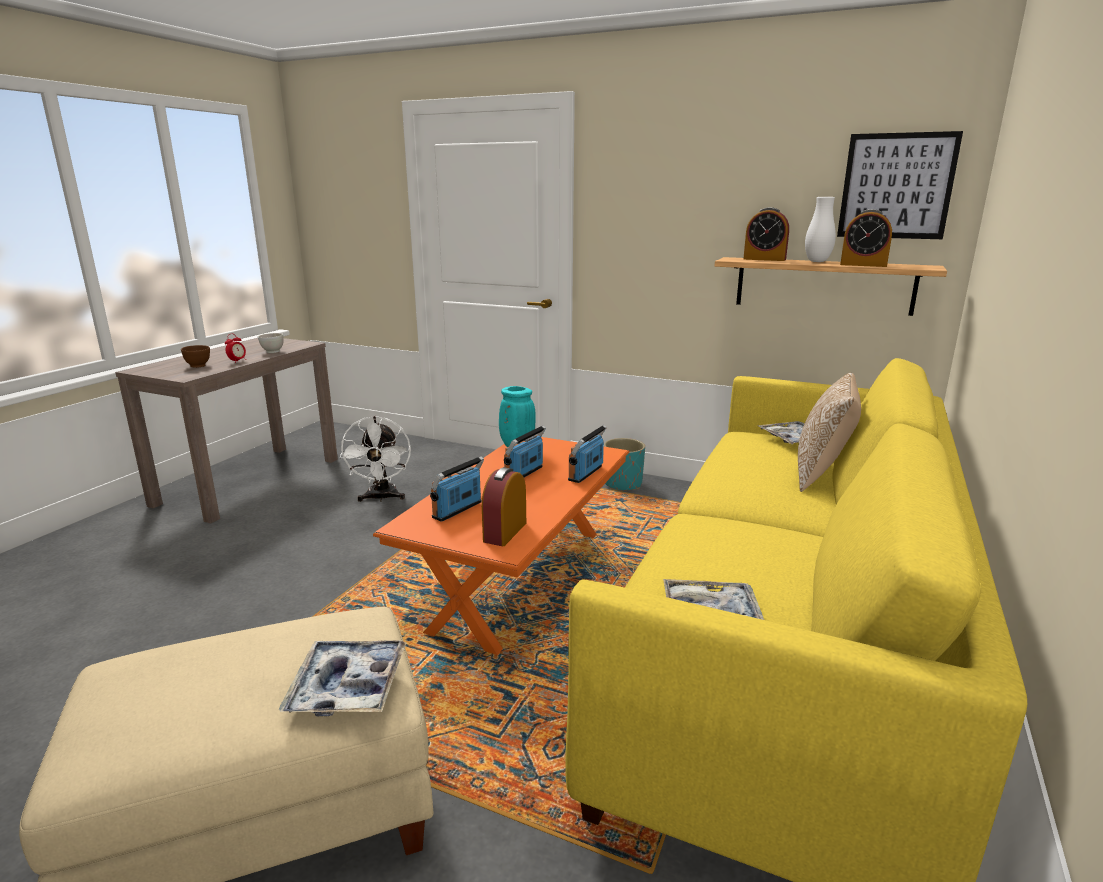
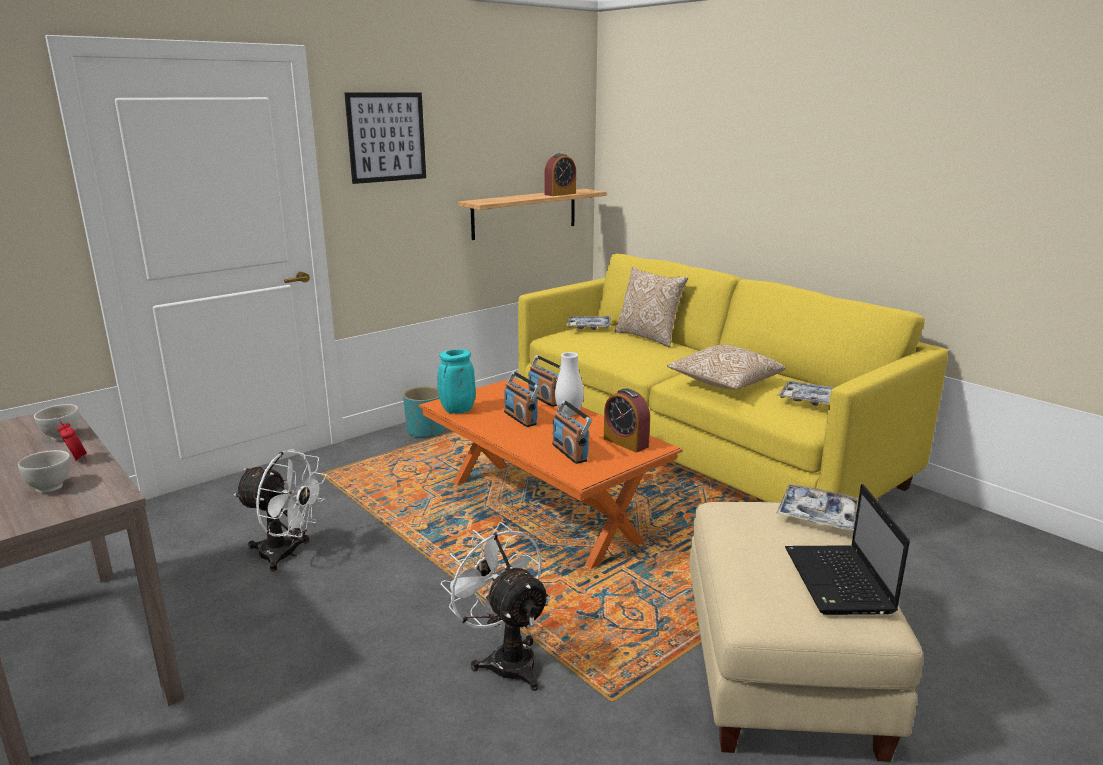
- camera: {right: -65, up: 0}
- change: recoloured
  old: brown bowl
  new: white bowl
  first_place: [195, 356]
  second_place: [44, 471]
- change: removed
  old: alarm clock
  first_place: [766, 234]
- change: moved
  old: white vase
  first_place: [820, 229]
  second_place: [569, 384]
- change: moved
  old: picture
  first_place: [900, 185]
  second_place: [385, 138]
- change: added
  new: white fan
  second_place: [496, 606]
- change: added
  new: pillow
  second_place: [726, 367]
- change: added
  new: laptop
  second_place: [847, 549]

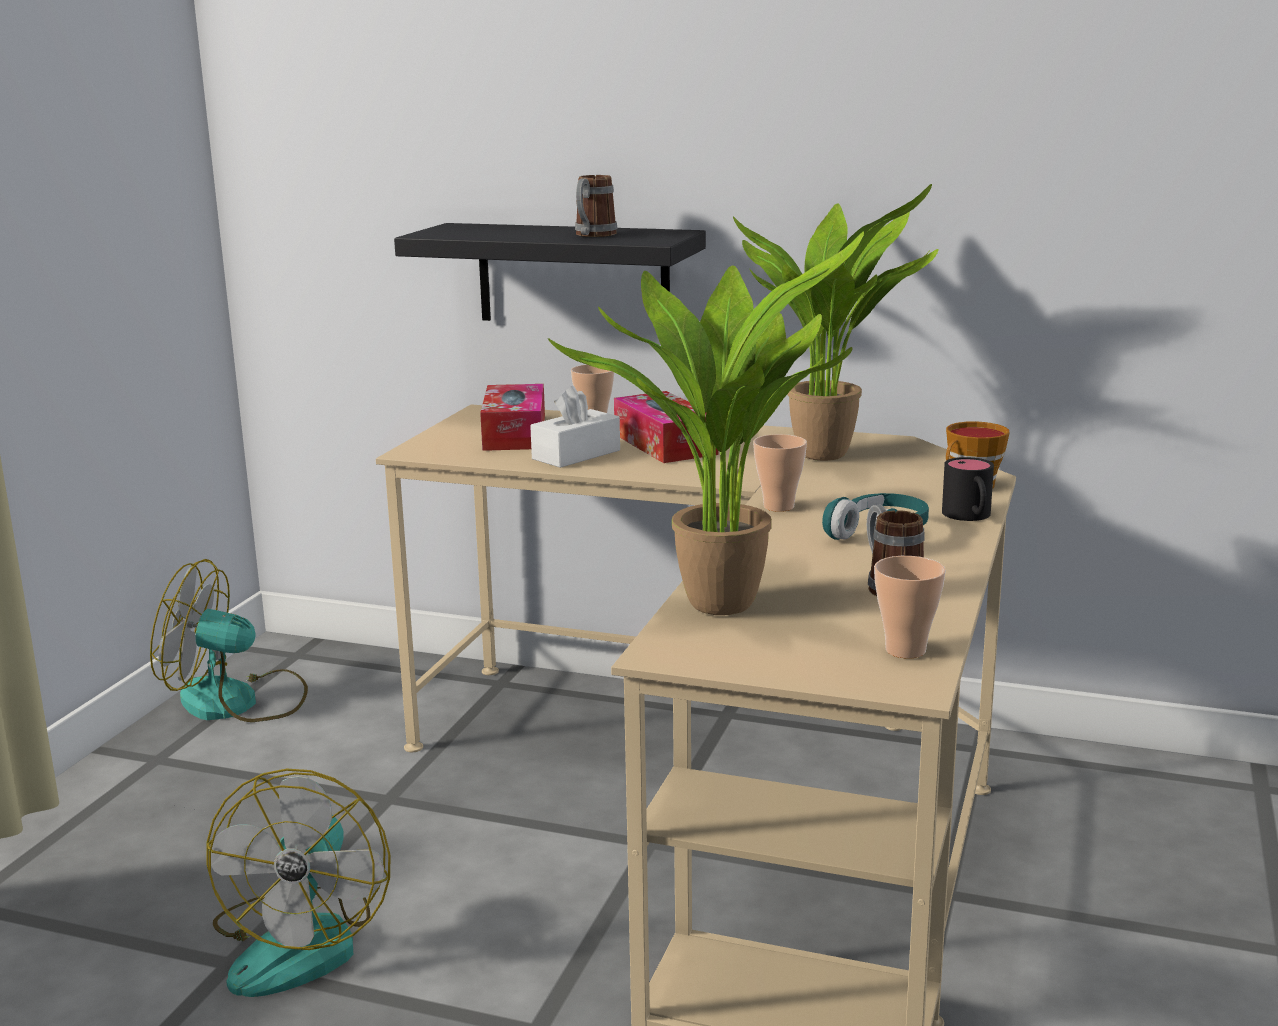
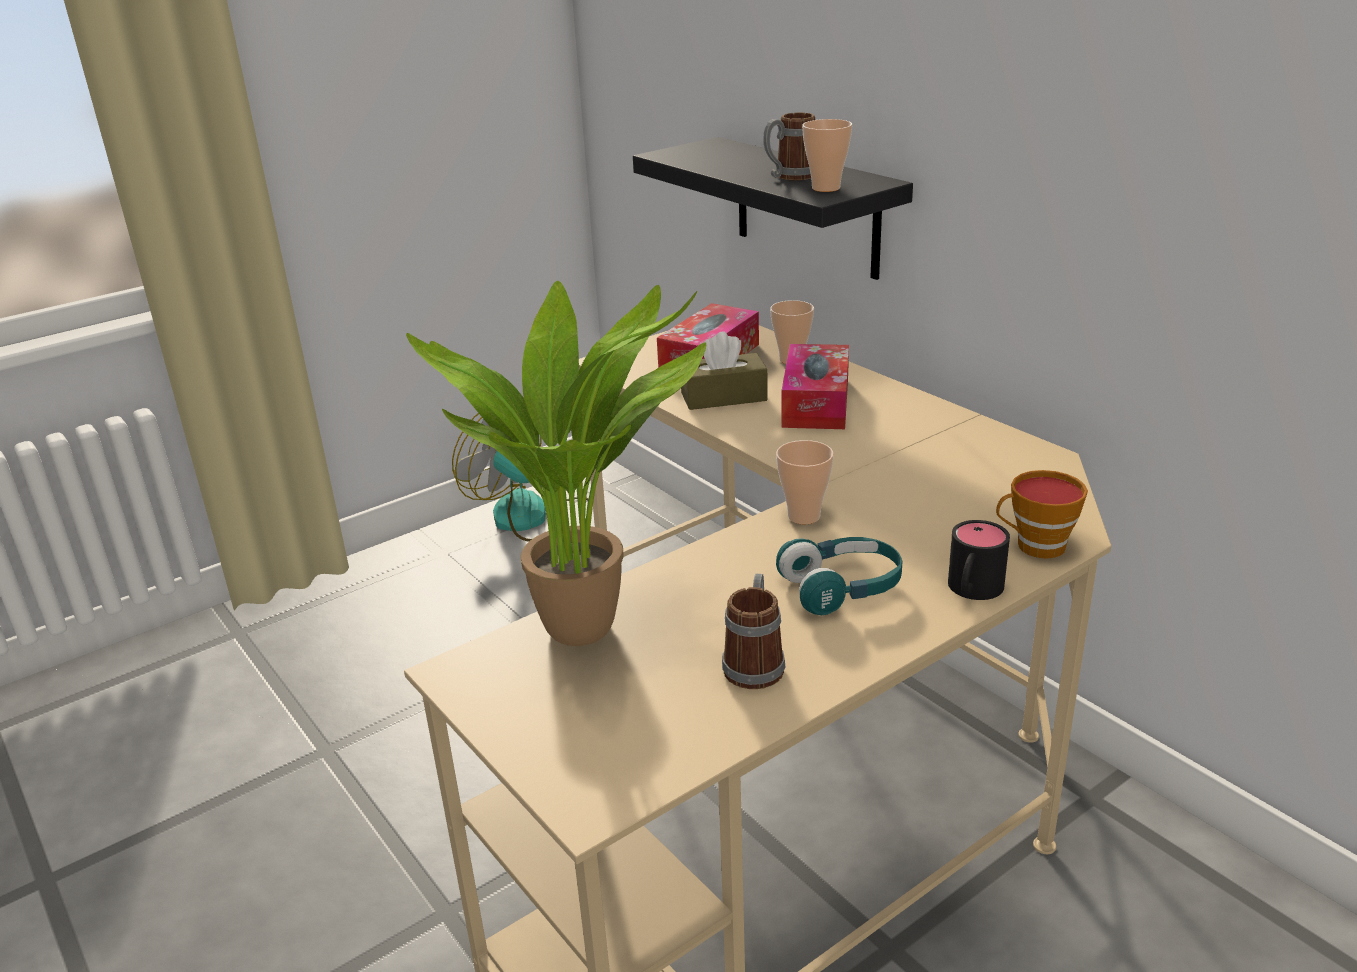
- camera: {right: 35, up: 10}
- change: removed
  old: fan
  first_place: [299, 883]
- change: recoloured
  old: white tissue box
  new: brown tissue box
  first_place: [575, 427]
  second_place: [724, 370]
- change: removed
  old: potted plant
  first_place: [836, 322]
- change: moved
  old: cup
  first_place: [910, 607]
  second_place: [827, 155]

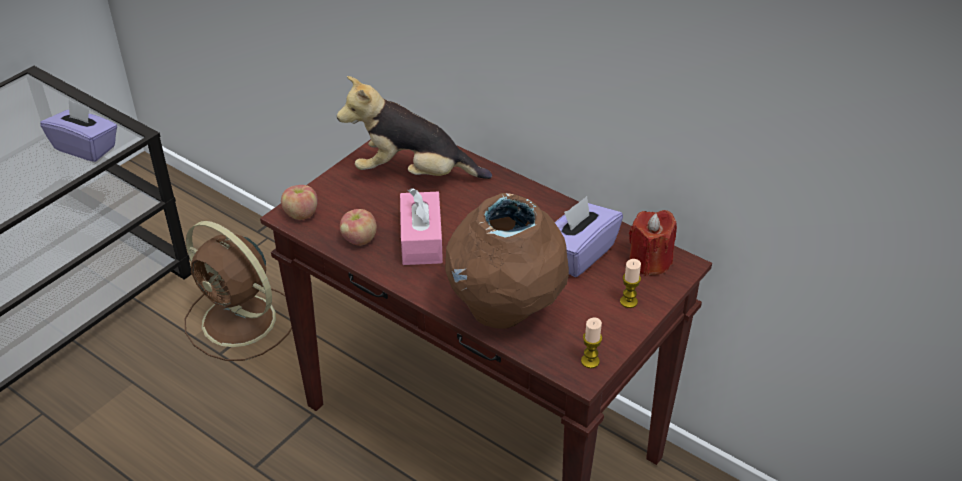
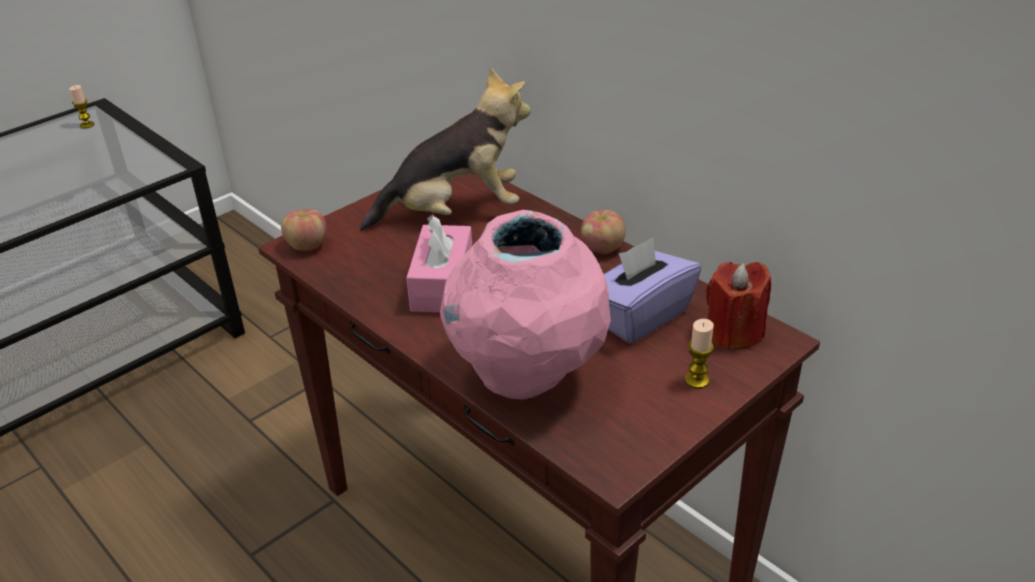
- camera: {right: 10, up: -5}
- change: removed
  old: purple tissue box
  first_place: [78, 131]
- change: removed
  old: brown fan
  first_place: [238, 291]
- change: turned
  old: plush toy
  first_place: [414, 127]
  second_place: [445, 149]
  degrees: 150
- change: moved
  old: apple
  first_place: [358, 227]
  second_place: [603, 232]
- change: recoloured
  old: brown vase
  new: pink vase
  first_place: [507, 261]
  second_place: [525, 304]
- change: moved
  old: candle
  first_place: [591, 343]
  second_place: [81, 107]

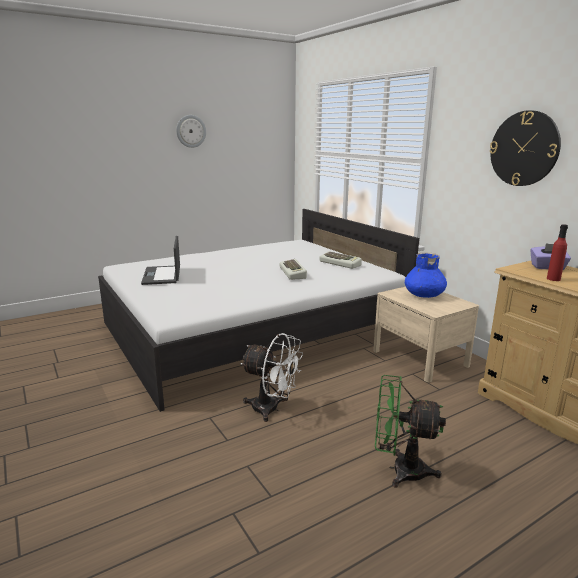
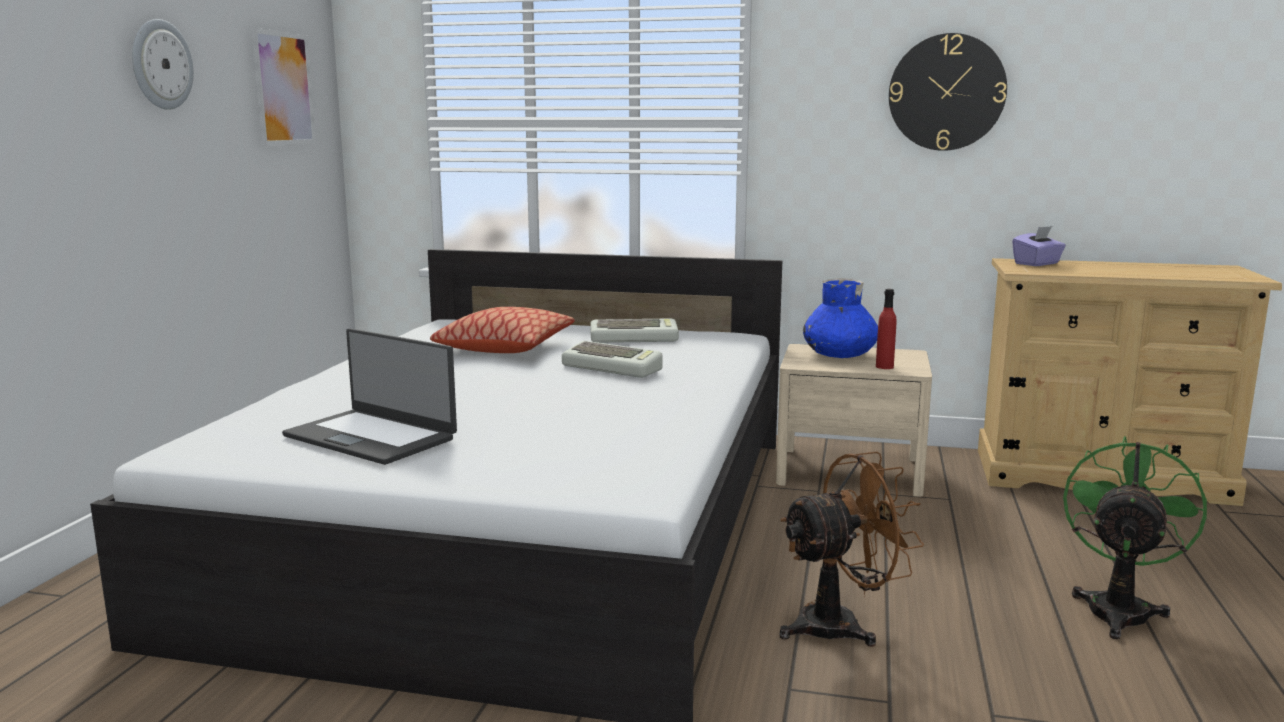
- camera: {right: -45, up: -5}
- change: recoloured
  old: white fan
  new: brown fan
  first_place: [271, 377]
  second_place: [851, 549]
- change: turned
  old: green fan
  first_place: [410, 431]
  second_place: [1135, 537]
  degrees: 150
- change: moved
  old: red bottle
  first_place: [557, 252]
  second_place: [886, 329]
- change: added
  new: picture
  second_place: [283, 87]
- change: added
  new: pillow
  second_place: [502, 330]

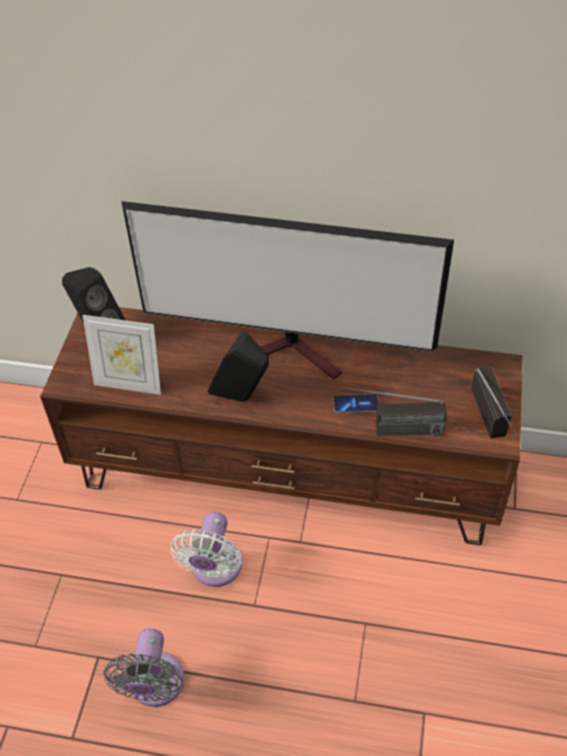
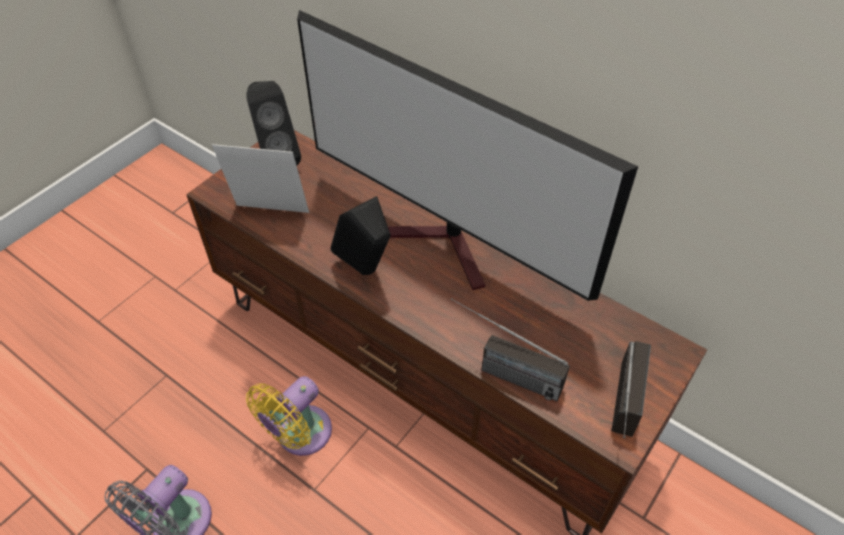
- camera: {right: 25, up: 0}
- change: turned
  old: picture frame
  first_place: [122, 355]
  second_place: [260, 178]
  degrees: 150
- change: recoloured
  old: white fan
  new: yellow fan
  first_place: [206, 549]
  second_place: [289, 416]
- change: removed
  old: phone
  first_place: [356, 403]

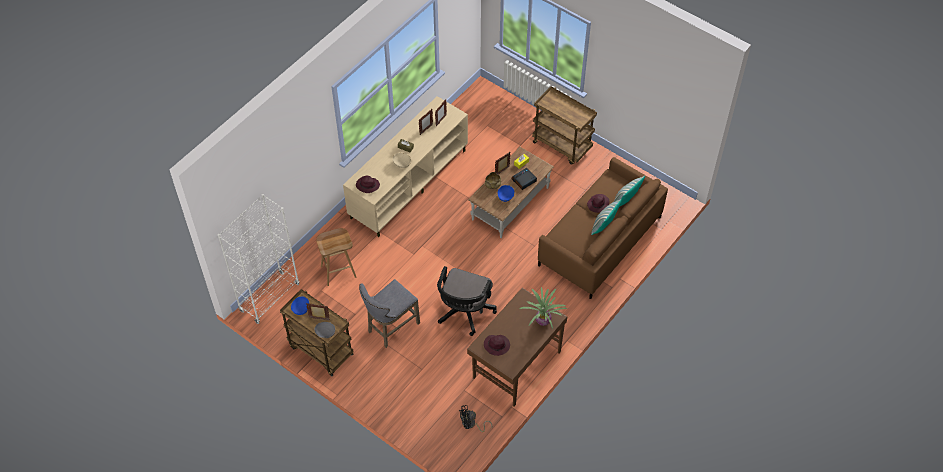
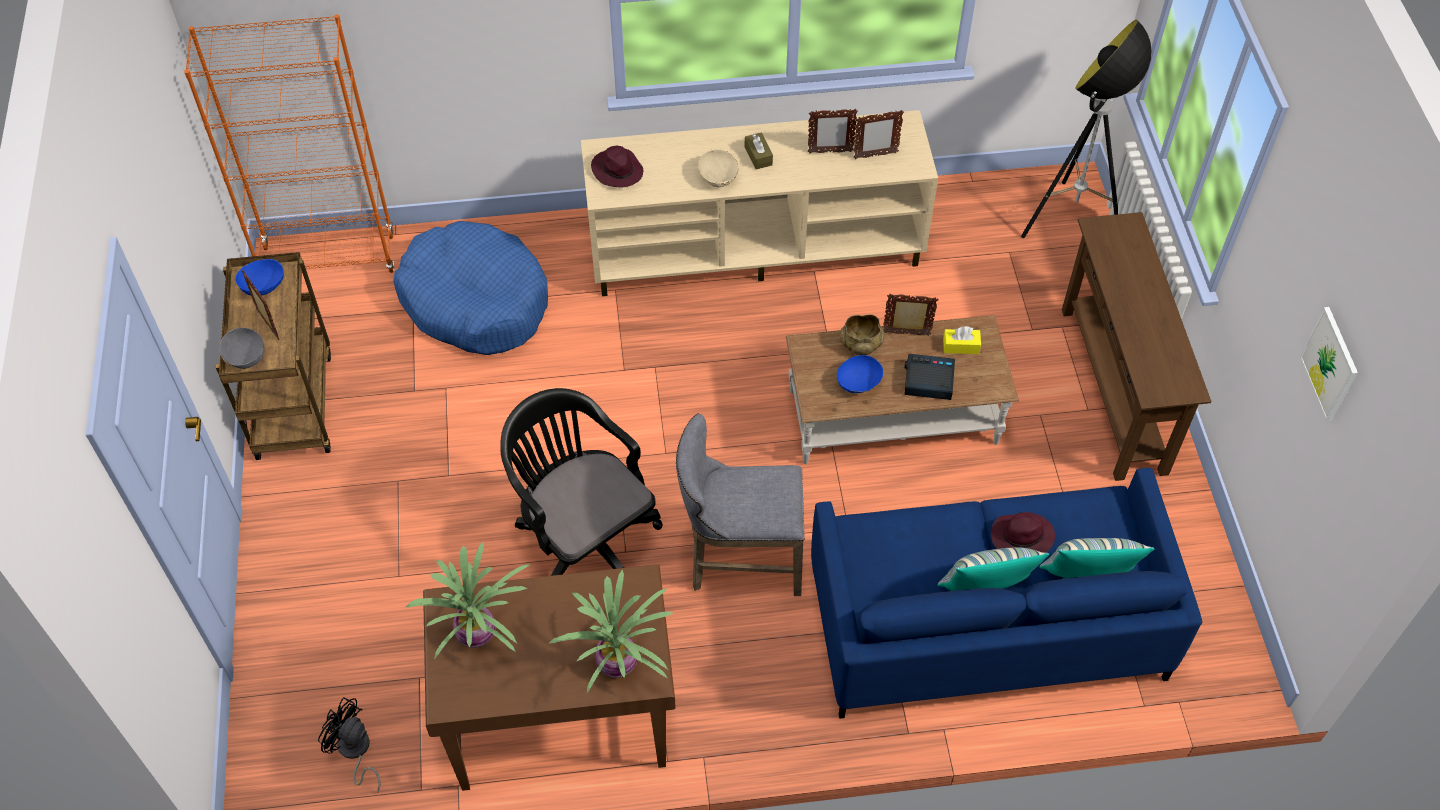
- camera: {right: 45, up: 0}
- change: recoloured
  old: white bookcase
  new: orange bookcase
  first_place: [258, 259]
  second_place: [289, 143]
- change: replaced
  old: brown stool
  new: blue dog bed
  first_place: [336, 257]
  second_place: [470, 288]
- change: moved
  old: grey stool
  first_place: [389, 313]
  second_place: [740, 504]
- change: turned
  old: black office chair
  first_place: [467, 301]
  second_place: [581, 482]
  degrees: 75
- change: replaced
  old: purple hat
  new: potted plant
  first_place: [497, 345]
  second_place: [468, 600]
- change: replaced
  old: brown cart
  new: brown console table
  first_place: [564, 125]
  second_place: [1136, 346]
- change: recoloured
  old: brown sofa
  new: blue sofa
  first_place: [603, 228]
  second_place: [1006, 593]
- change: added
  new: floor lamp
  second_place: [1086, 128]
- change: added
  new: picture
  second_place: [1329, 364]

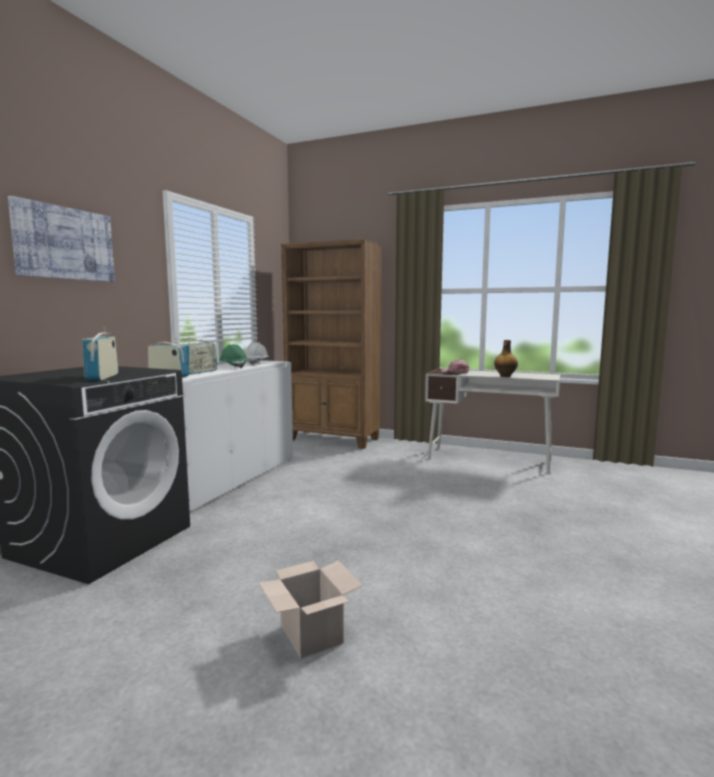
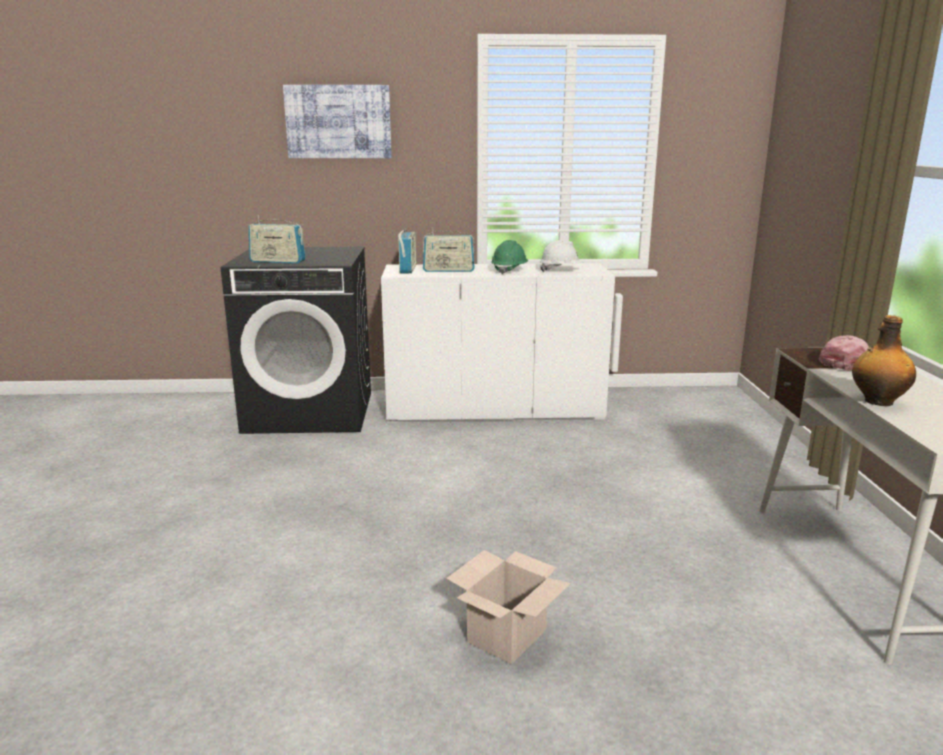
- camera: {right: 65, up: 10}
- change: turned
  old: radio
  first_place: [100, 354]
  second_place: [277, 239]
  degrees: -135
- change: moved
  old: cardboard box
  first_place: [311, 610]
  second_place: [508, 607]
- change: removed
  old: brown bookcase
  first_place: [331, 344]

